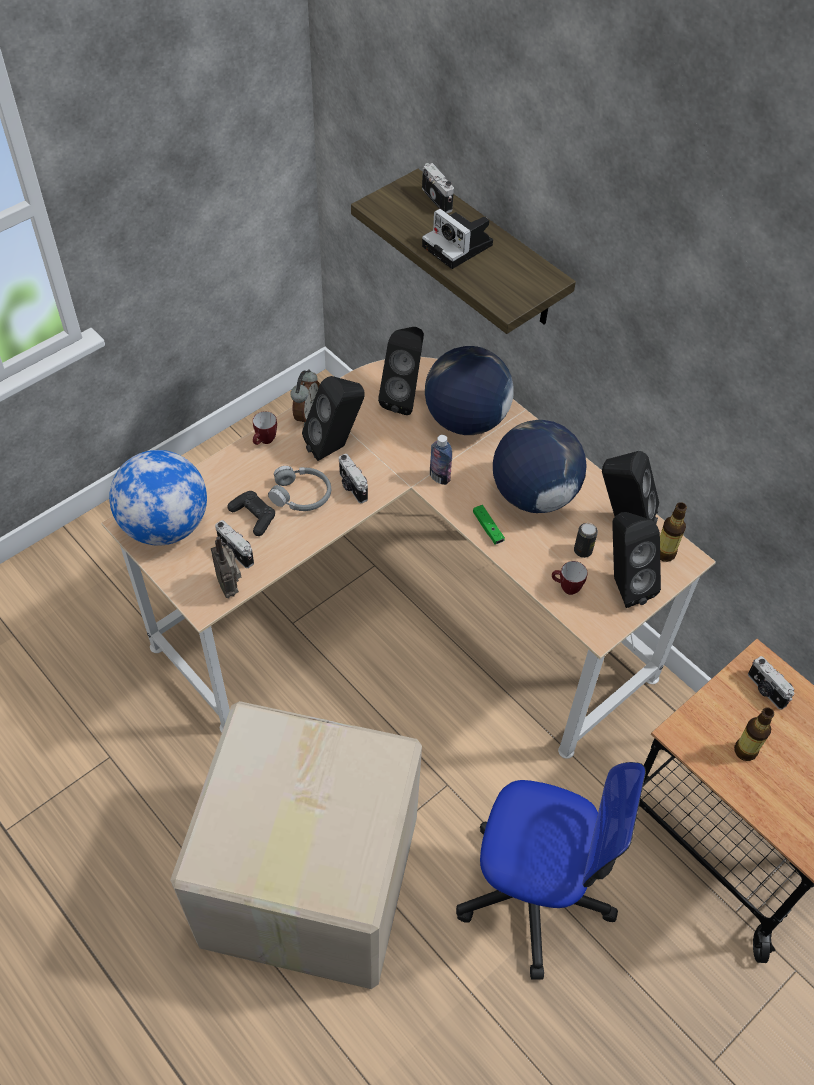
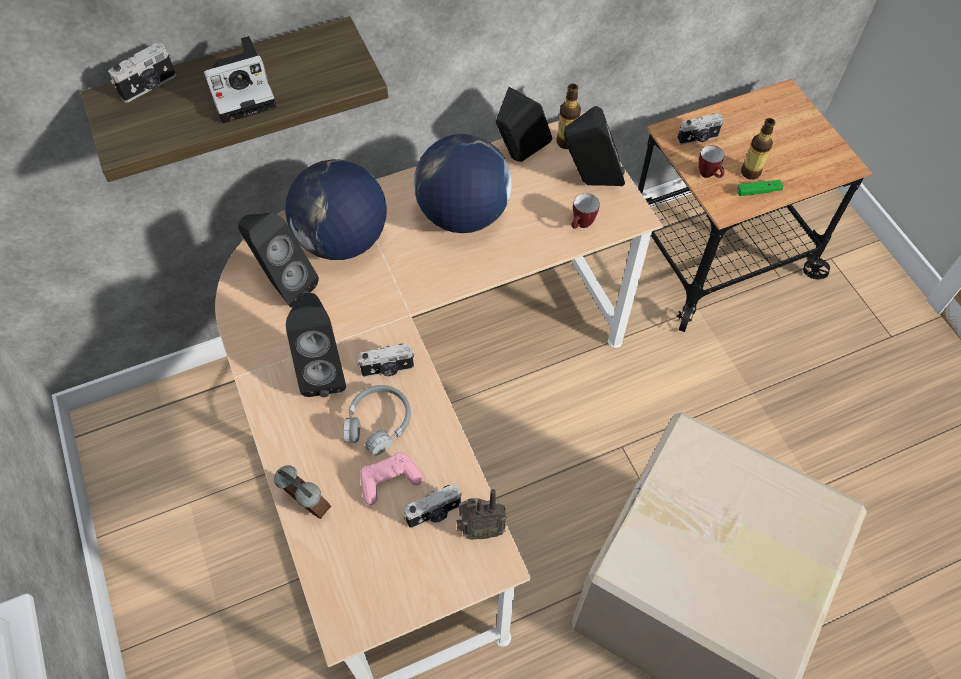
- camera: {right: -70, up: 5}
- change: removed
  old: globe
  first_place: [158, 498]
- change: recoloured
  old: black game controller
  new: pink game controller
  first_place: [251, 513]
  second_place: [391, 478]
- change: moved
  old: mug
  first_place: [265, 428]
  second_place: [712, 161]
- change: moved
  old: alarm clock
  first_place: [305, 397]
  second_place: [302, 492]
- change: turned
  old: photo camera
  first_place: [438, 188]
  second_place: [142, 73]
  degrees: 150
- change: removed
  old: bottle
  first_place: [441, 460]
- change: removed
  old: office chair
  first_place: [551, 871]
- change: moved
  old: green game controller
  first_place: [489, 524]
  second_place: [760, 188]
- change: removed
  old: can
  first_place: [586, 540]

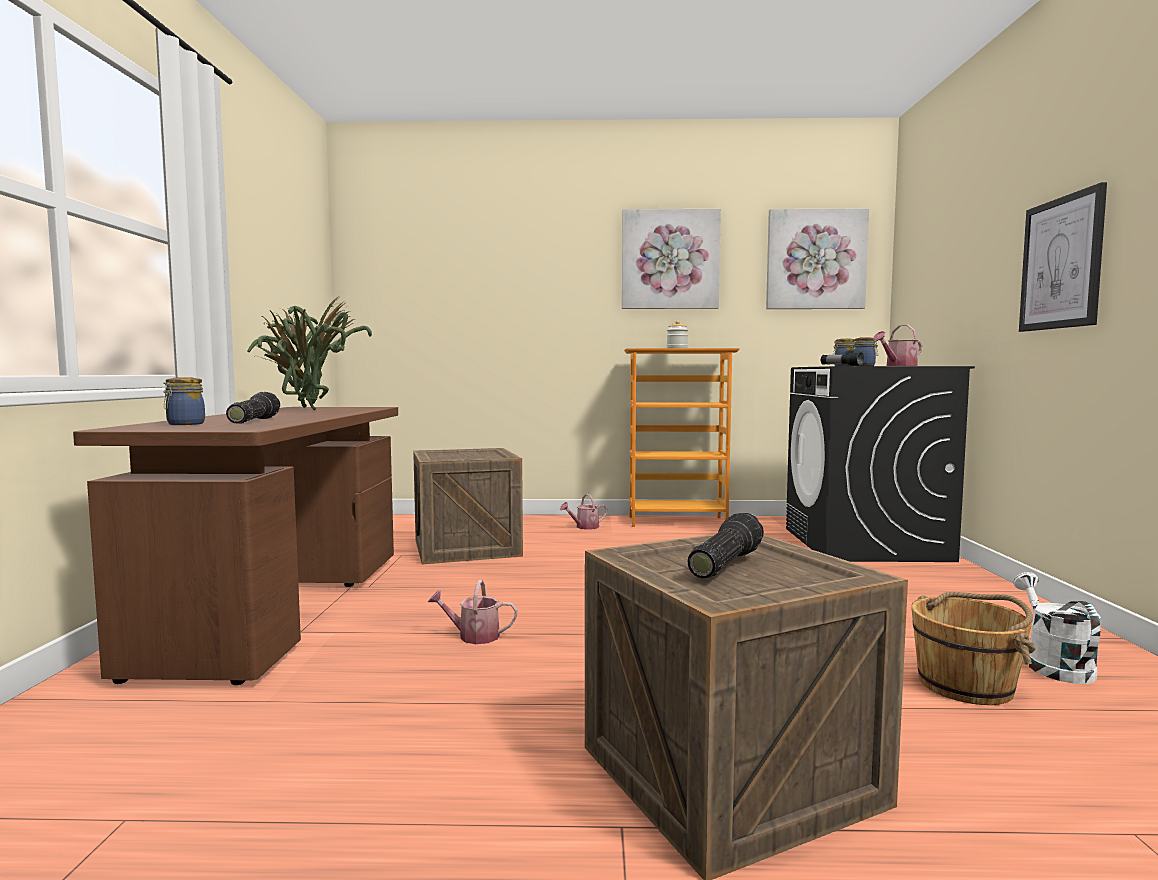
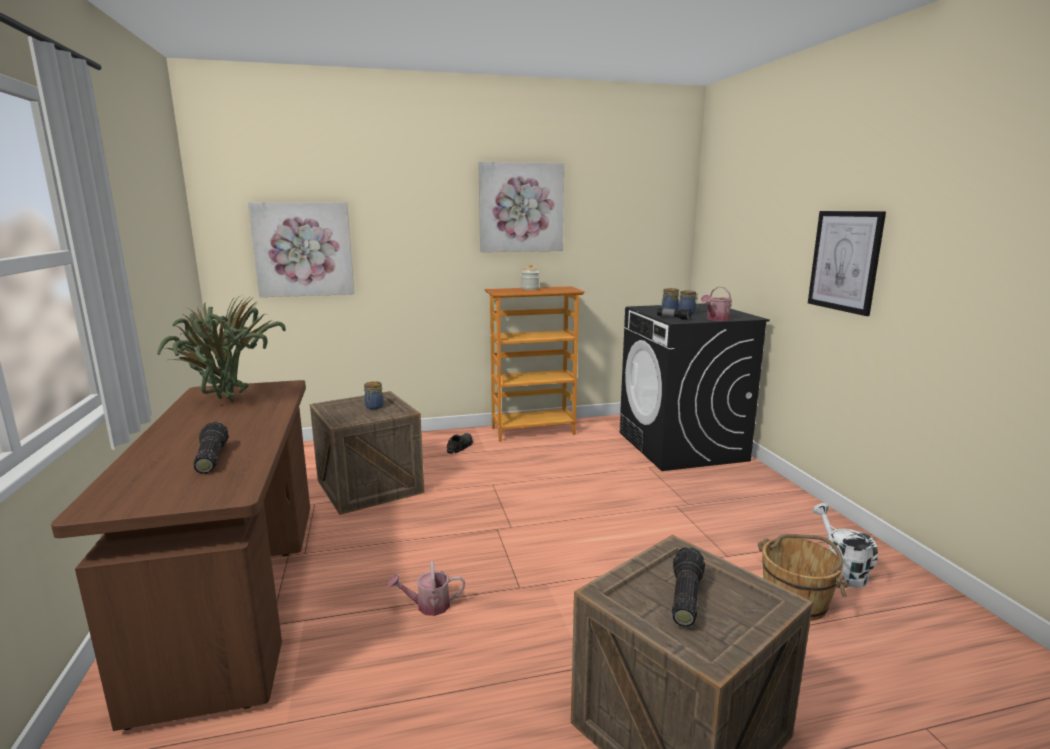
- camera: {right: -15, up: 10}
- change: moved
  old: jar
  first_place: [184, 401]
  second_place: [374, 395]
- change: replaced
  old: watering can
  new: black shoe
  first_place: [583, 512]
  second_place: [460, 443]
- change: moved
  old: picture
  first_place: [817, 259]
  second_place: [301, 249]

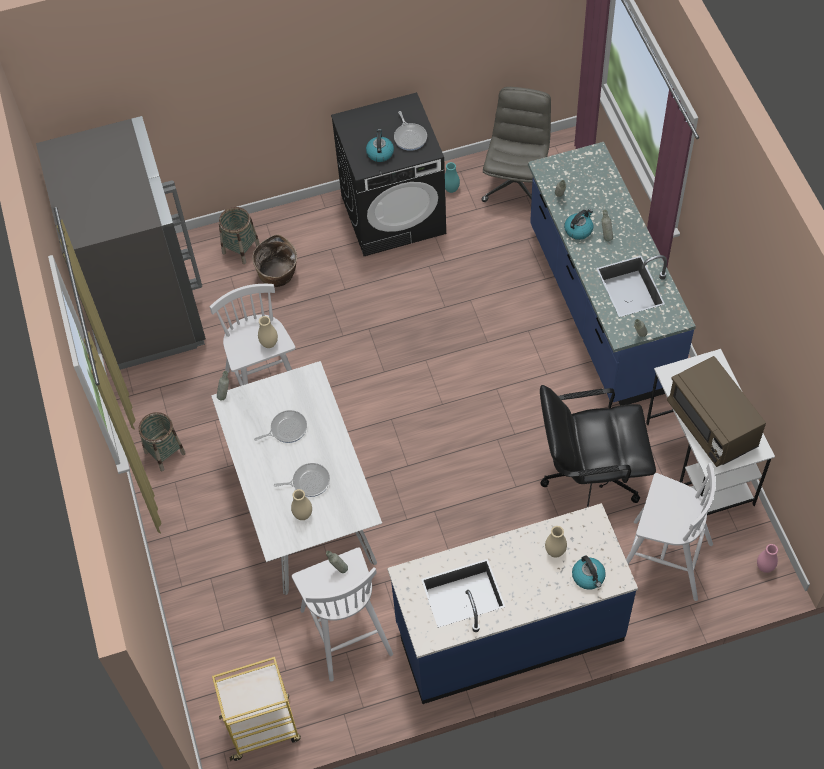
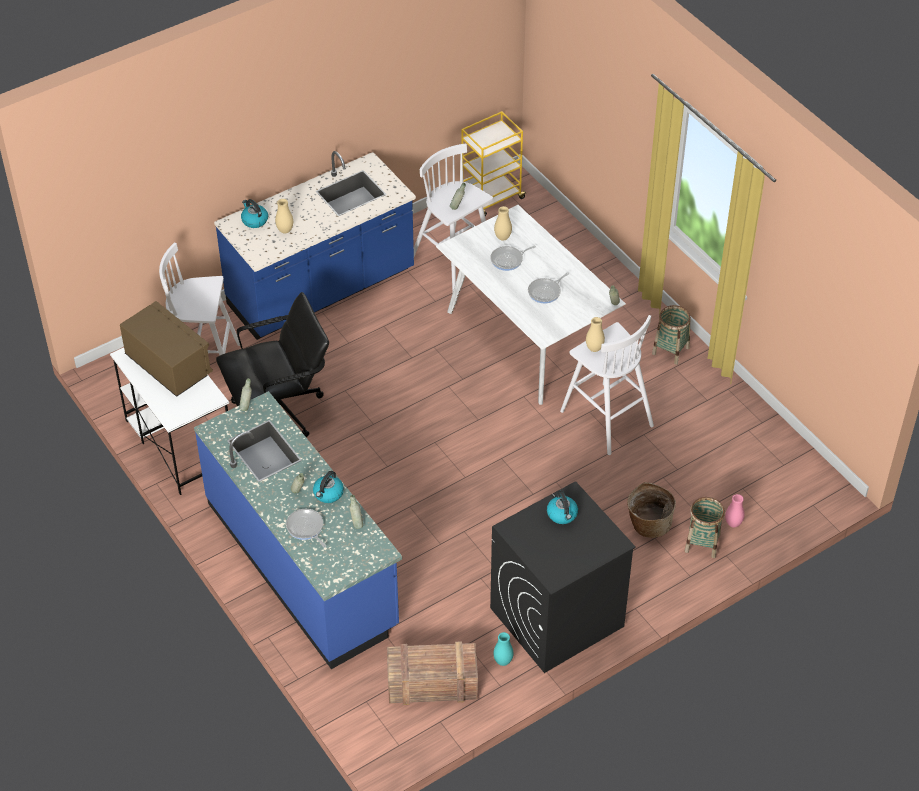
- camera: {right: 160, up: -10}
- change: removed
  old: grey fridge
  first_place: [121, 244]
- change: moved
  old: frying pan
  first_place: [410, 131]
  second_place: [306, 528]
- change: replaced
  old: grey office chair
  new: crate
  first_place: [516, 144]
  second_place: [432, 673]
- change: moved
  old: pink vase
  first_place: [767, 558]
  second_place: [735, 510]

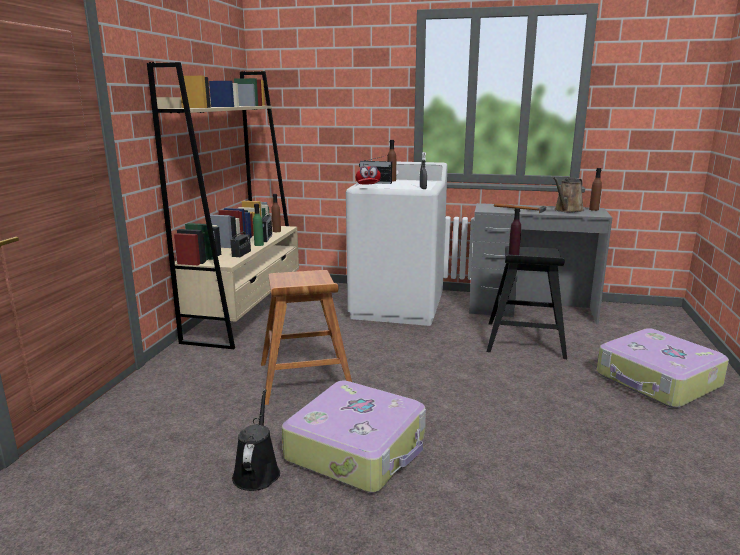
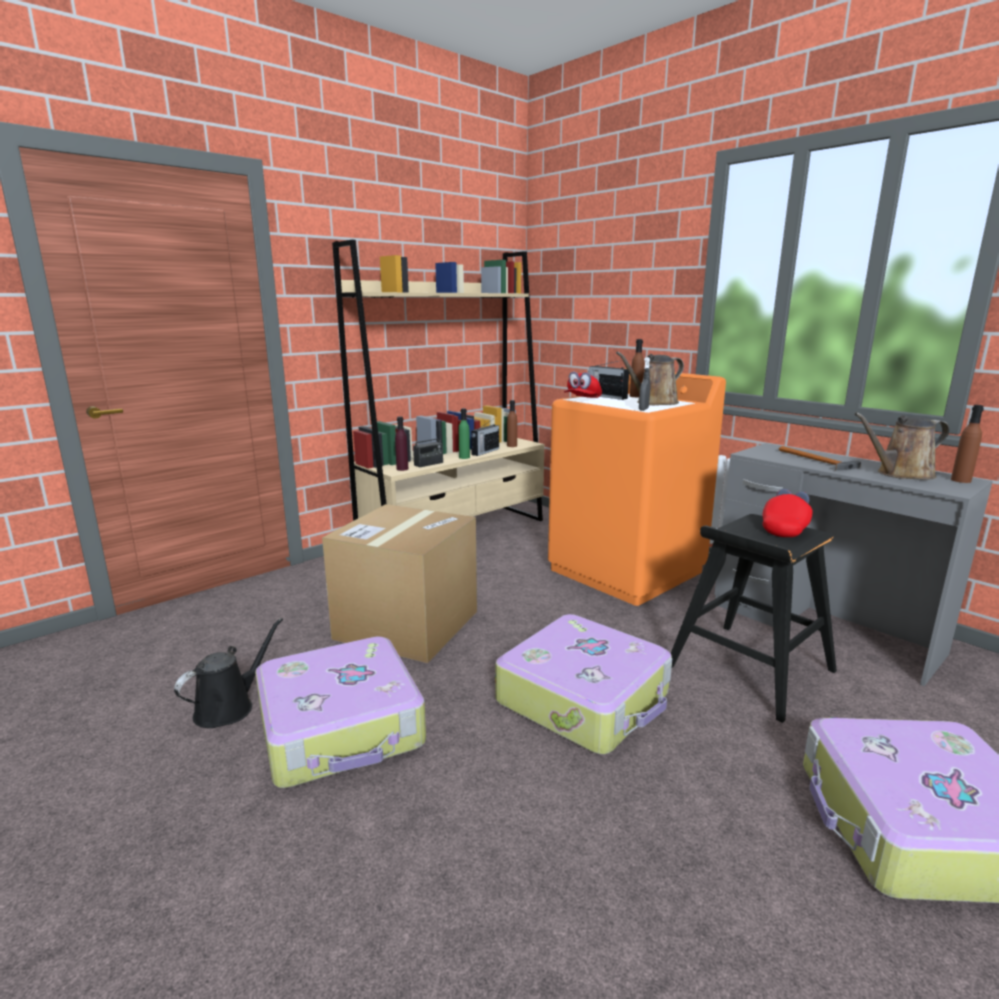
- camera: {right: 35, up: 0}
- change: replaced
  old: brown stool
  new: cardboard box
  first_place: [306, 337]
  second_place: [399, 583]
- change: recoloured
  old: white washing machine
  new: orange washing machine
  first_place: [397, 244]
  second_place: [637, 487]
- change: moved
  old: purple bottle
  first_place: [515, 231]
  second_place: [401, 443]
- change: added
  new: suitcase
  second_place: [584, 684]
- change: added
  new: brown watering can
  second_place: [650, 378]
- change: added
  new: red cap
  second_place: [788, 513]

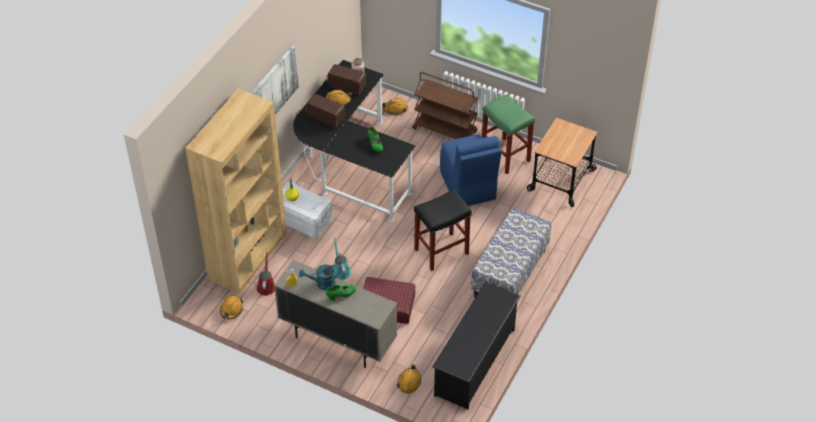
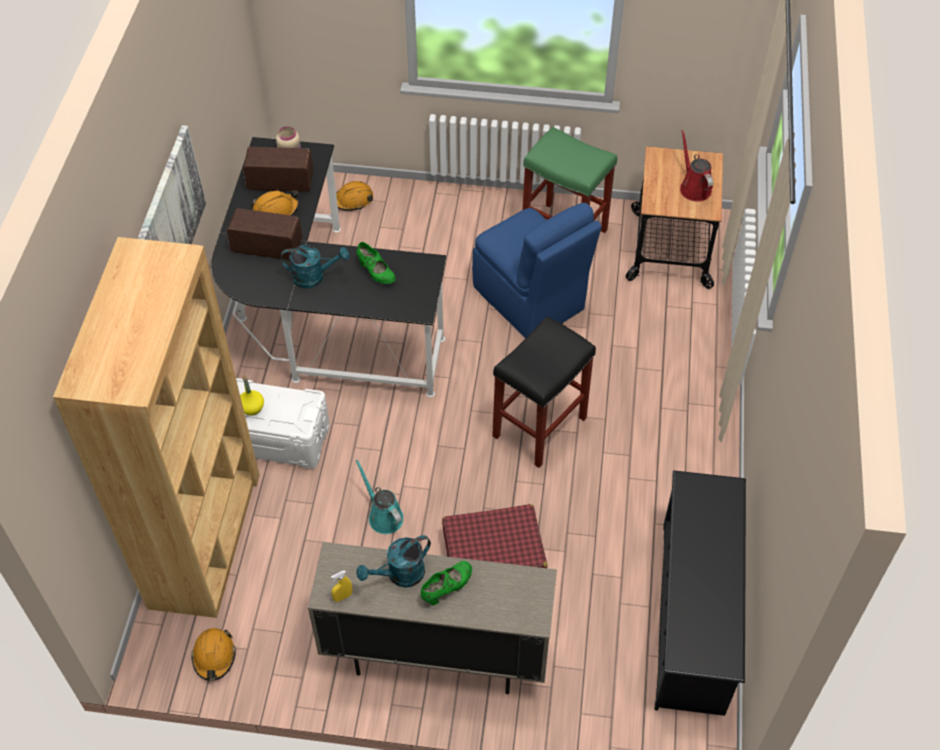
- camera: {right: -20, up: 5}
- change: moved
  old: red watering can
  first_place: [266, 274]
  second_place: [696, 166]
- change: removed
  old: orange hard hat
  first_place: [409, 379]
- change: removed
  old: brown cart
  first_place: [445, 105]
- change: removed
  old: bench
  first_place: [511, 253]
- change: added
  new: turquoise watering can
  second_place: [315, 266]

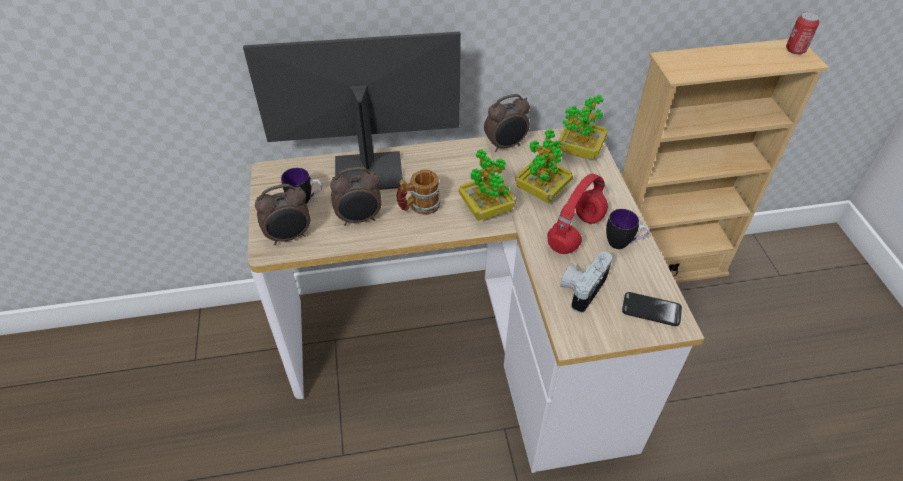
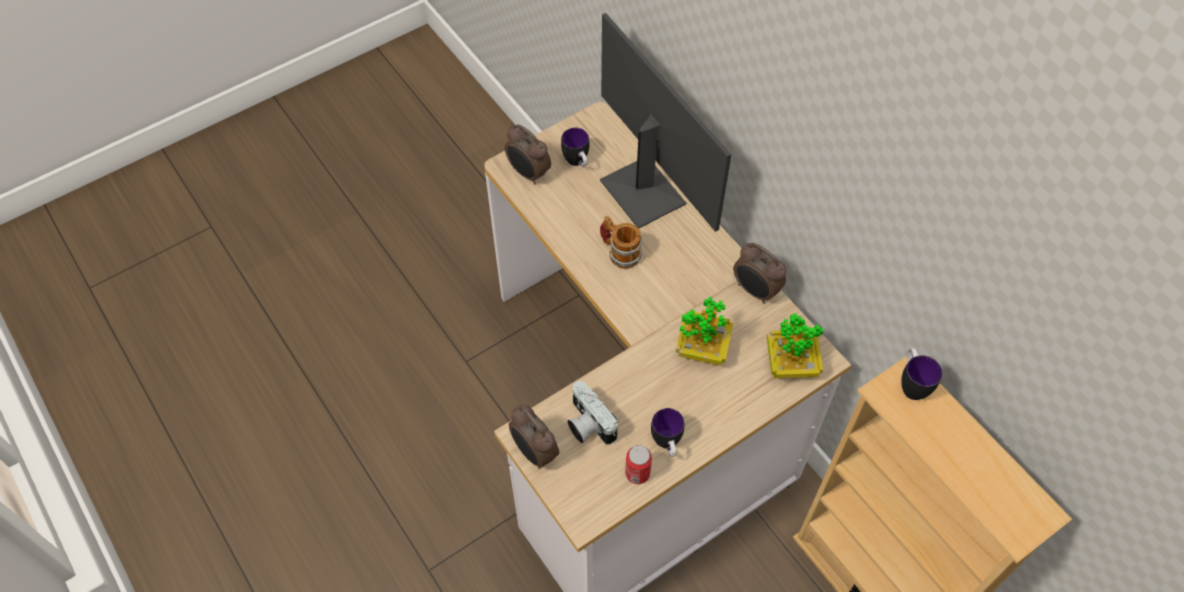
- camera: {right: 65, up: 10}
- change: moved
  old: alarm clock
  first_place: [356, 196]
  second_place: [534, 437]
- change: removed
  old: potted plant
  first_place: [487, 185]
- change: removed
  old: red headphones
  first_place: [577, 214]
- change: turned
  old: photo camera
  first_place: [586, 282]
  second_place: [592, 413]
  degrees: -135
- change: removed
  old: phone
  first_place: [652, 309]
- change: moved
  old: can
  first_place: [802, 33]
  second_place: [638, 464]
- change: added
  new: mug
  second_place: [921, 374]

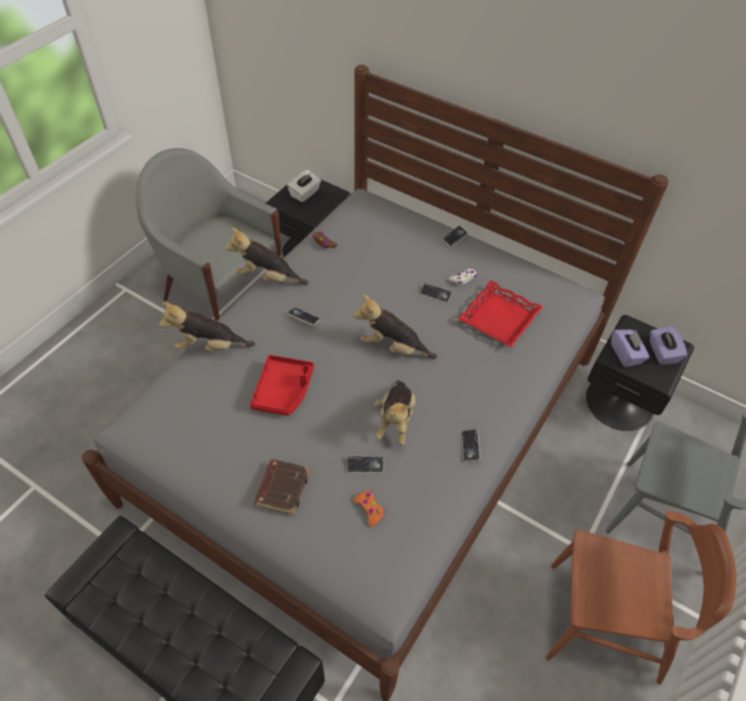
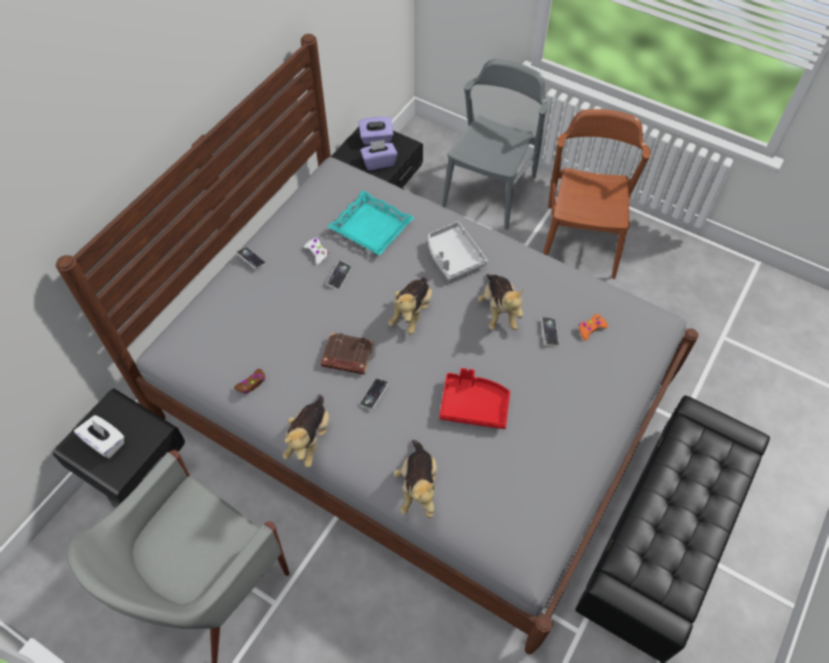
- camera: {right: -90, up: 5}
- change: moved
  old: brown book
  first_place: [282, 487]
  second_place: [347, 353]
- change: turned
  old: plush toy
  first_place: [395, 413]
  second_place: [501, 302]
  degrees: 75
- change: recoloured
  old: red tray
  new: turquoise tray
  first_place: [500, 314]
  second_place: [371, 223]
- change: removed
  old: phone
  first_place: [471, 445]
- change: added
  new: grey tray
  second_place: [458, 251]

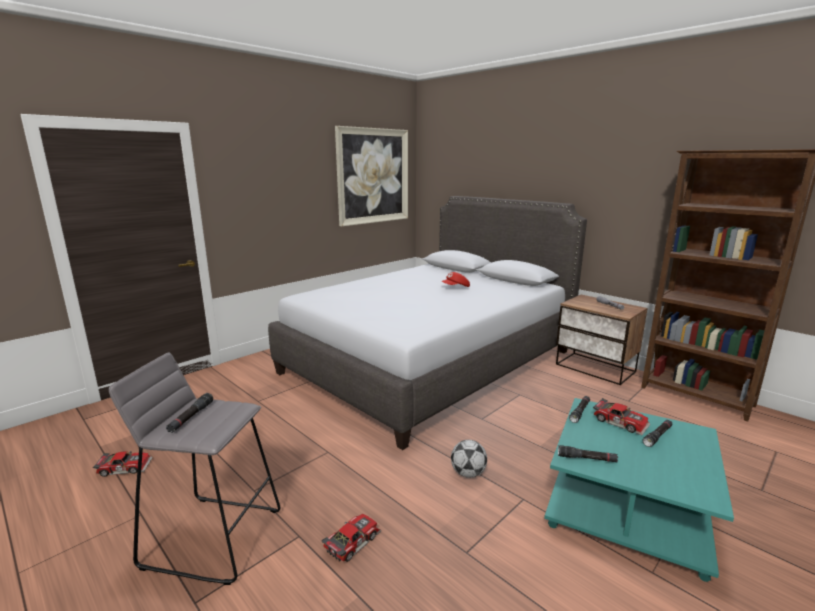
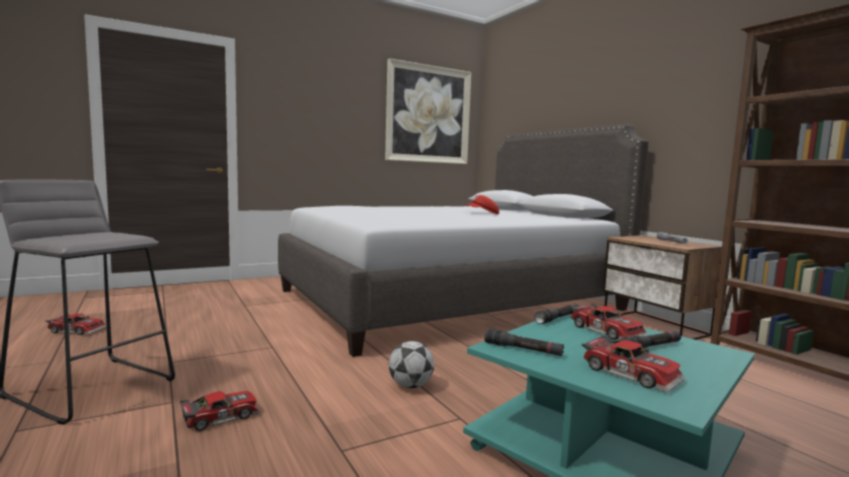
- camera: {right: 15, up: -10}
- change: removed
  old: black flashlight
  first_place: [189, 413]
- change: added
  new: toy car
  second_place: [634, 363]

